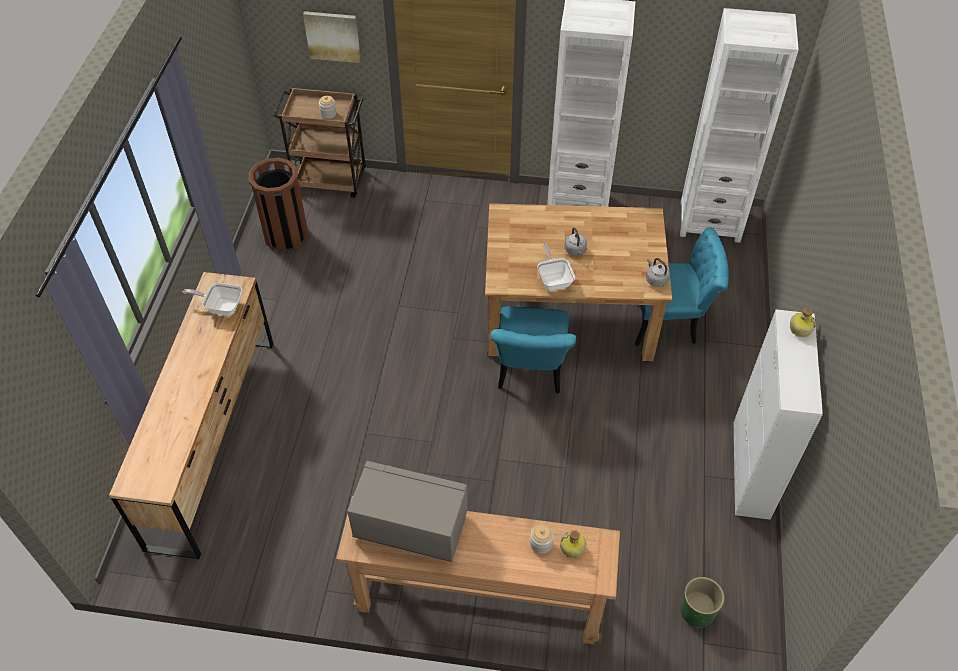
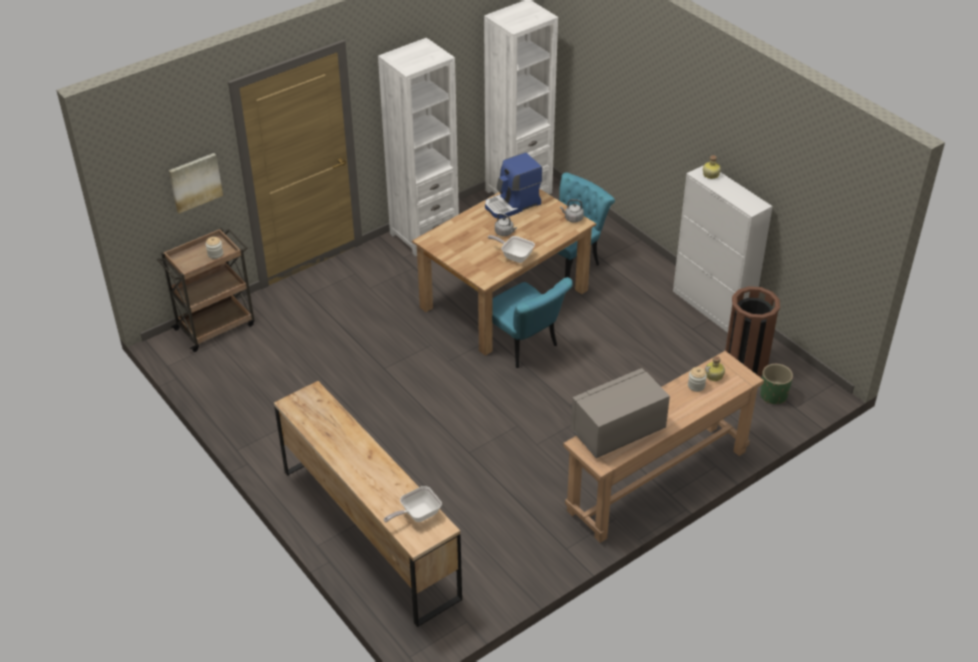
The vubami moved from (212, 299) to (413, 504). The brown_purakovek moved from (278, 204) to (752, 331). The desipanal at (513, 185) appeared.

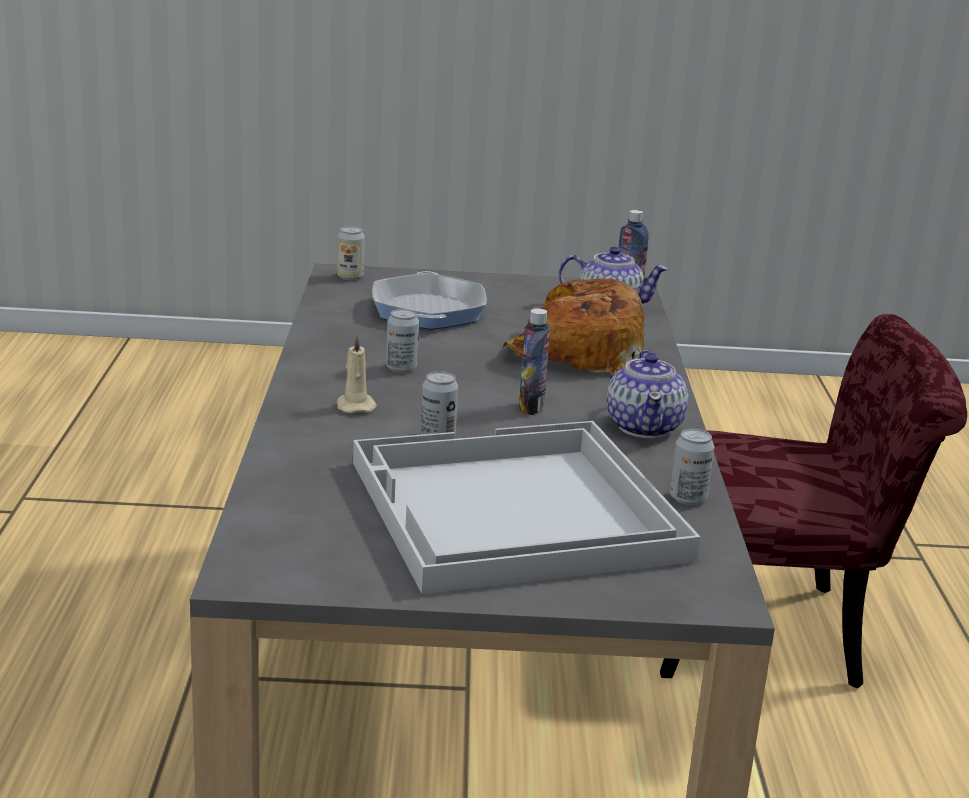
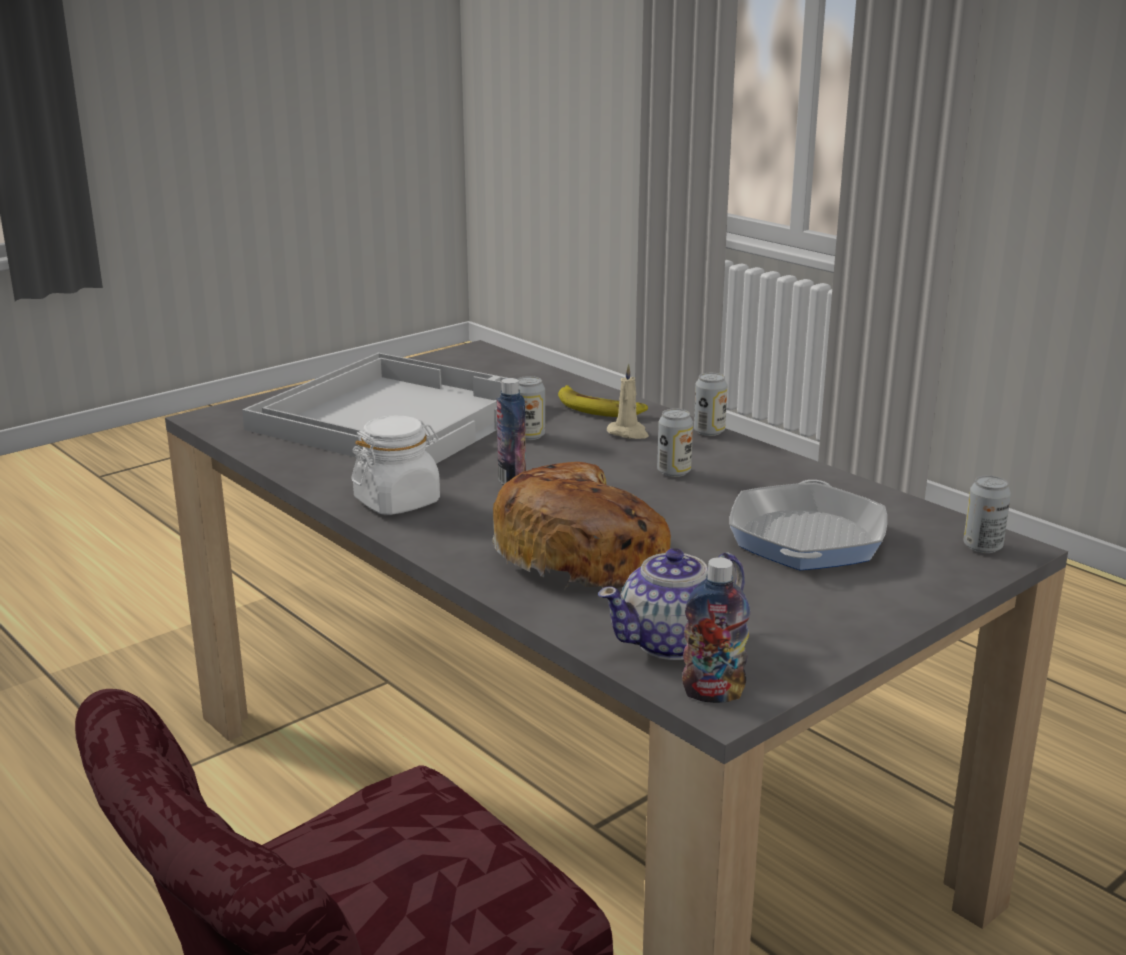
The vubami at (429, 300) turned 60 degrees clockwise. The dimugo at (647, 394) was replaced by the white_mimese at (395, 465). The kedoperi moved from (692, 467) to (710, 404). The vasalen at (603, 401) appeared.

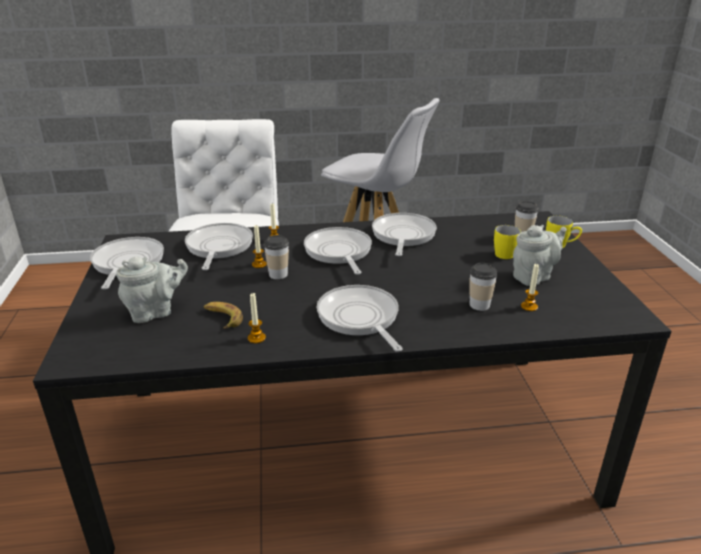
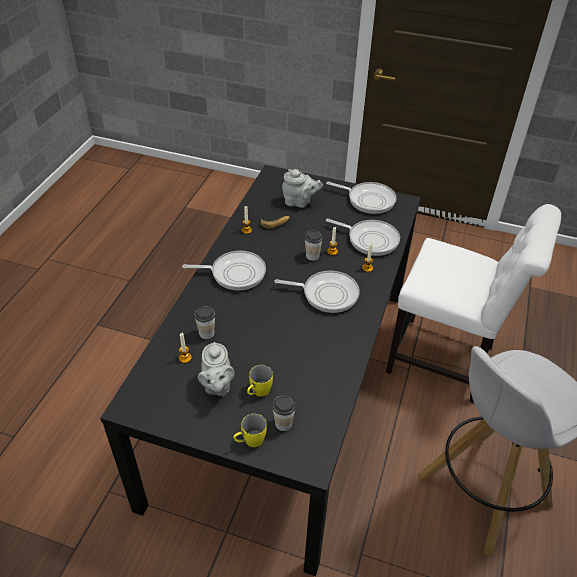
The grey_dimugo at (152, 289) turned 75 degrees counterclockwise. The vubami at (404, 234) disappeared.

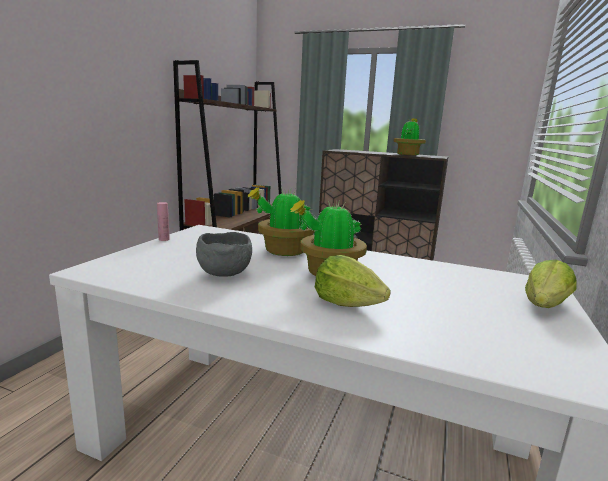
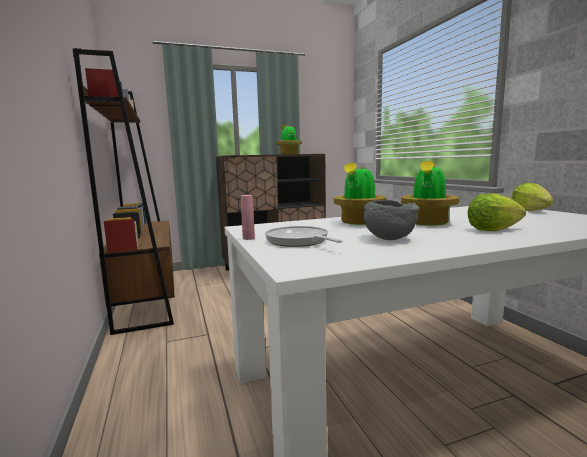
The vubami at (304, 236) appeared.

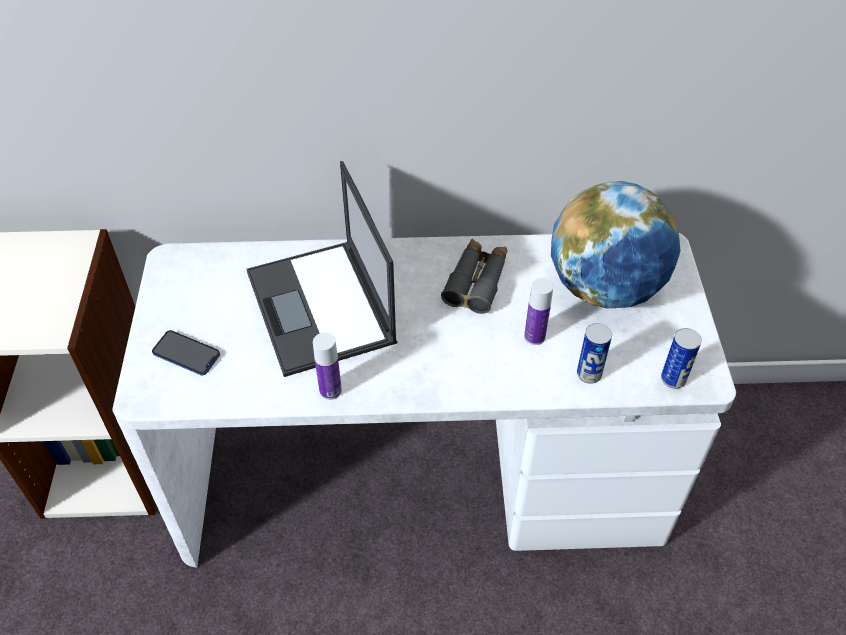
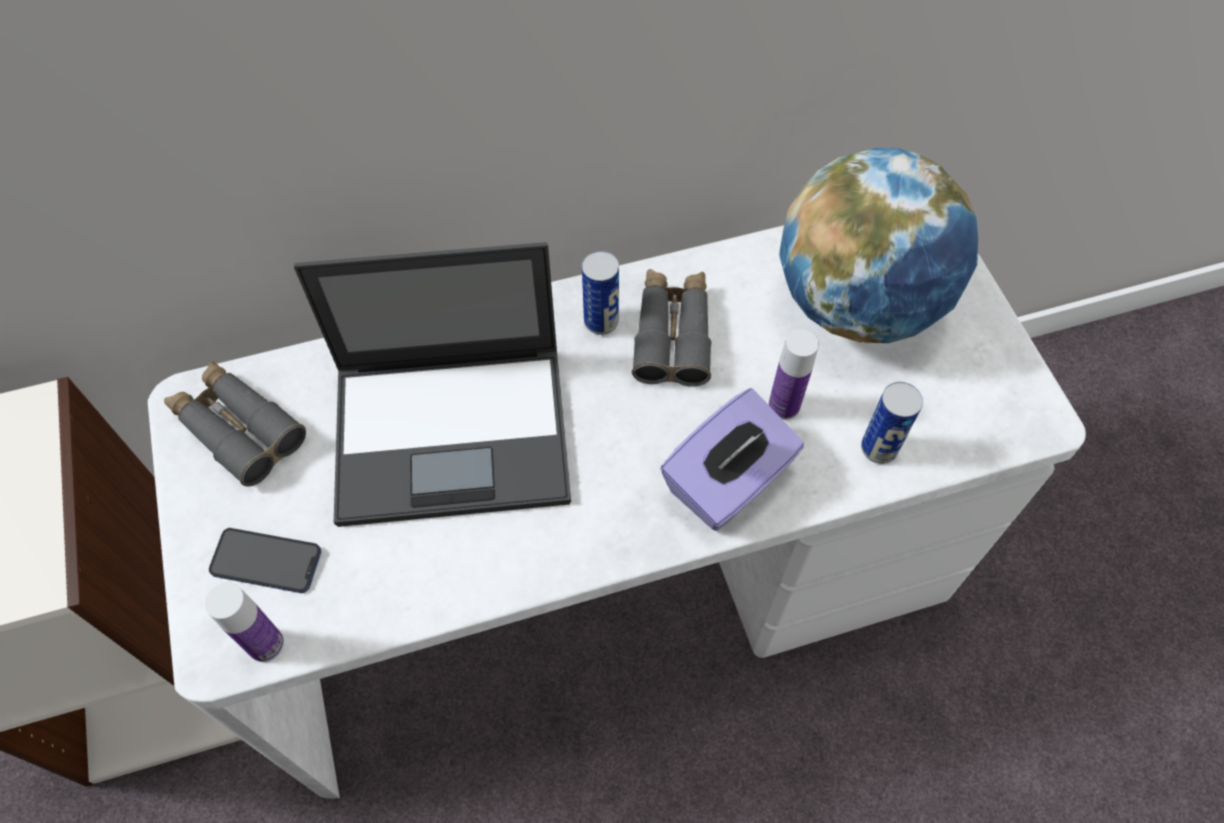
The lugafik at (322, 269) turned 60 degrees counterclockwise. The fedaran moved from (327, 366) to (244, 622). The kedoperi moved from (681, 358) to (600, 293). The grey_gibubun at (235, 424) appeared. The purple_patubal at (732, 459) appeared.

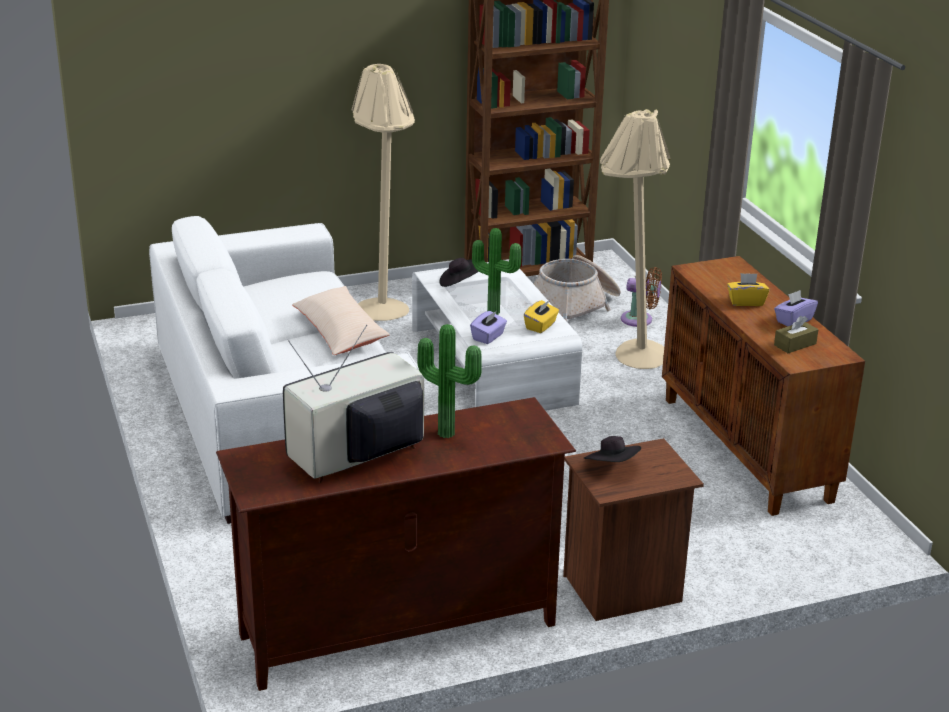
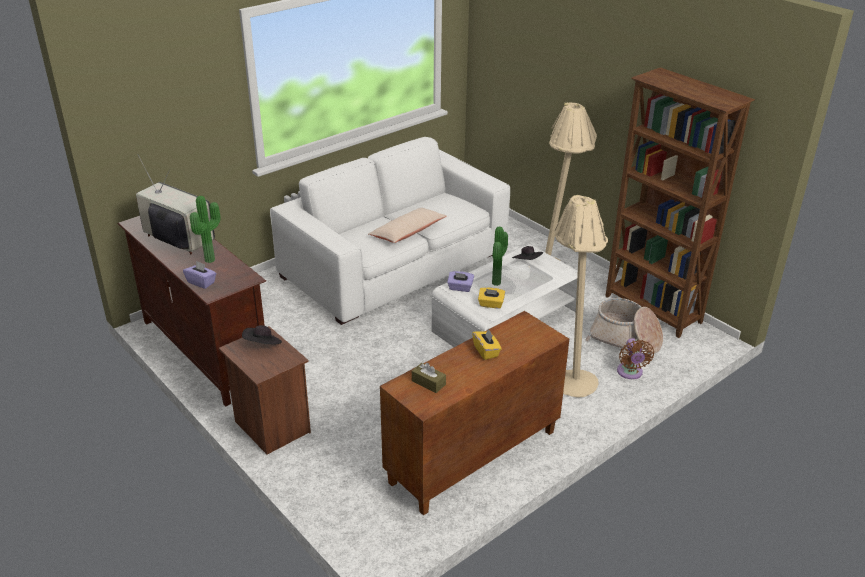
The purple_patubal moved from (796, 308) to (200, 275).

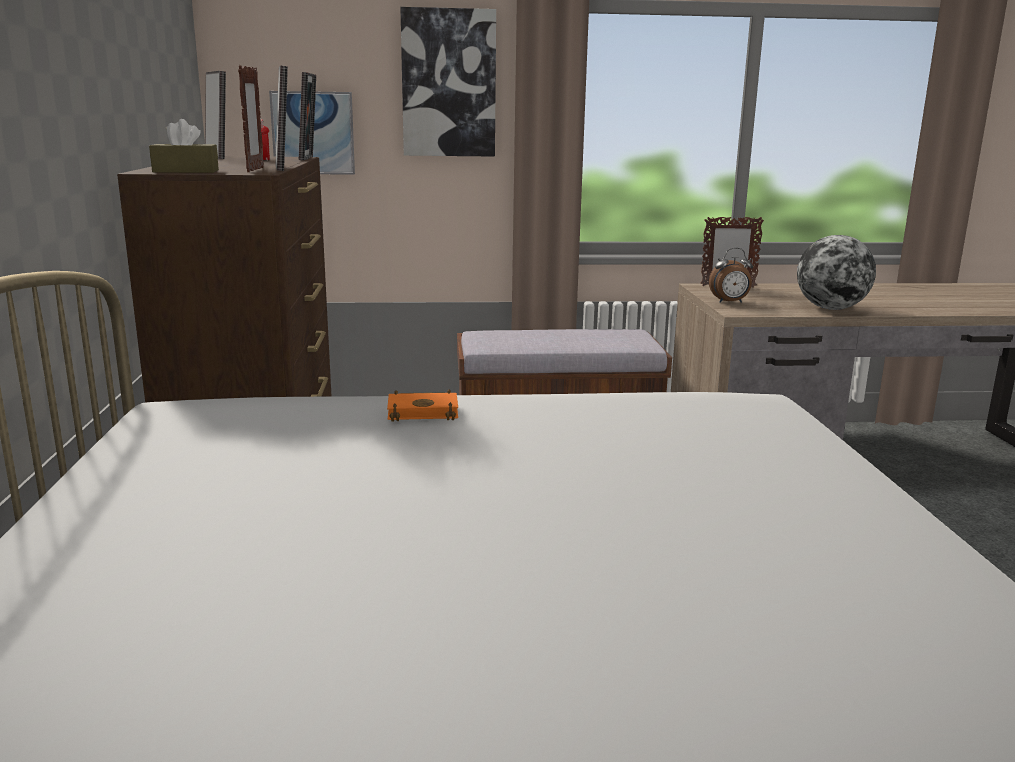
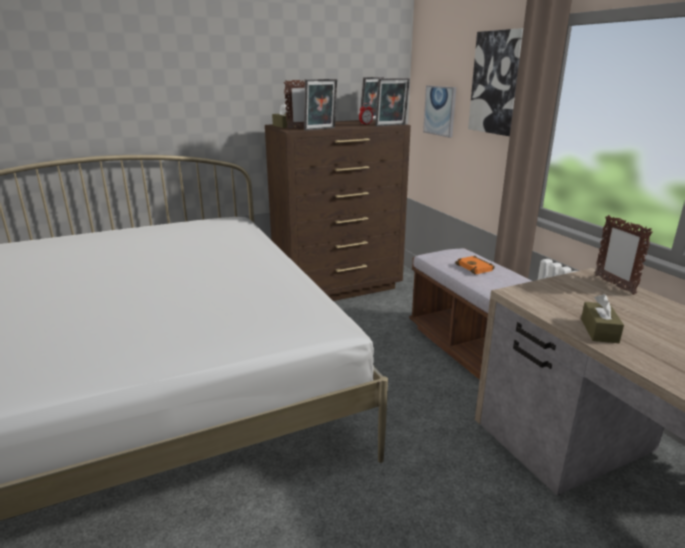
The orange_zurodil moved from (422, 405) to (475, 264). The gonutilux at (731, 275) disappeared. The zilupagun at (836, 272) was replaced by the brown_patubal at (602, 318).

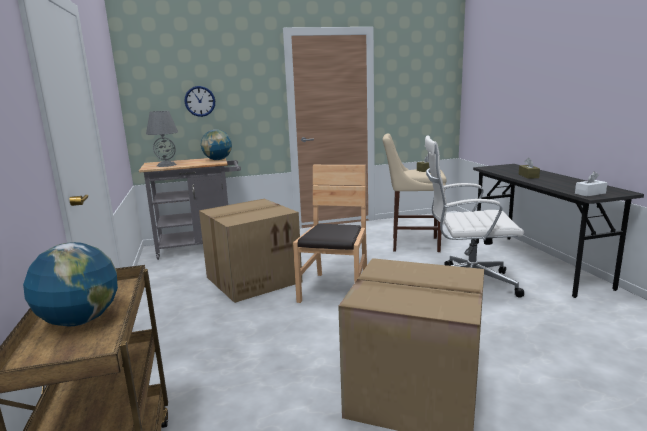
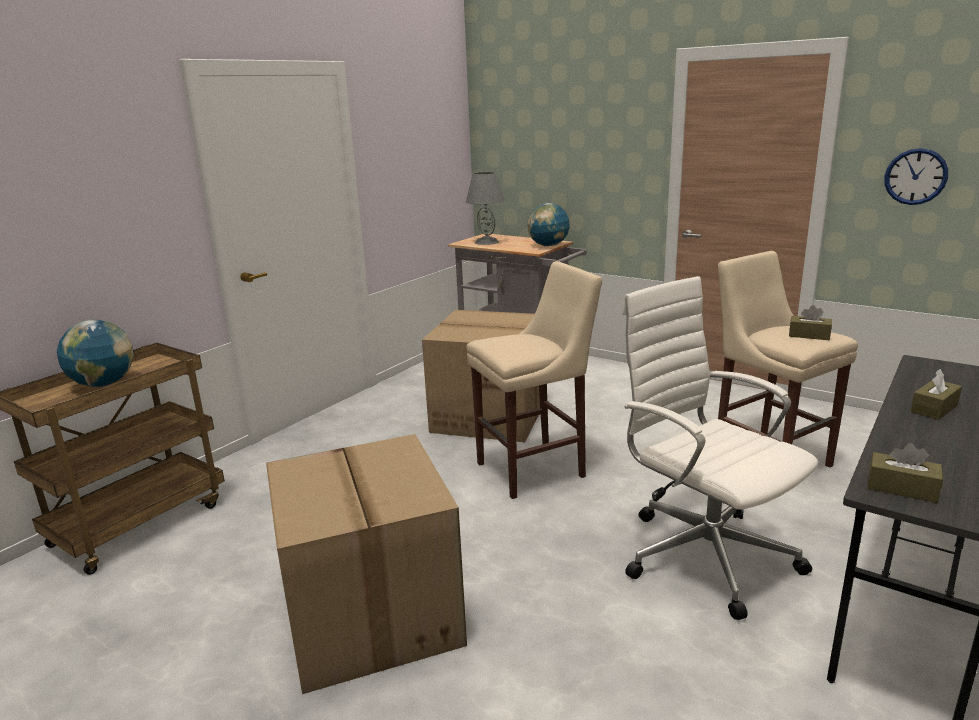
The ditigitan moved from (200, 101) to (916, 176). The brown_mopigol at (330, 234) was replaced by the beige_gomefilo at (534, 380). The white_patubal at (591, 184) became the brown_patubal at (905, 473).

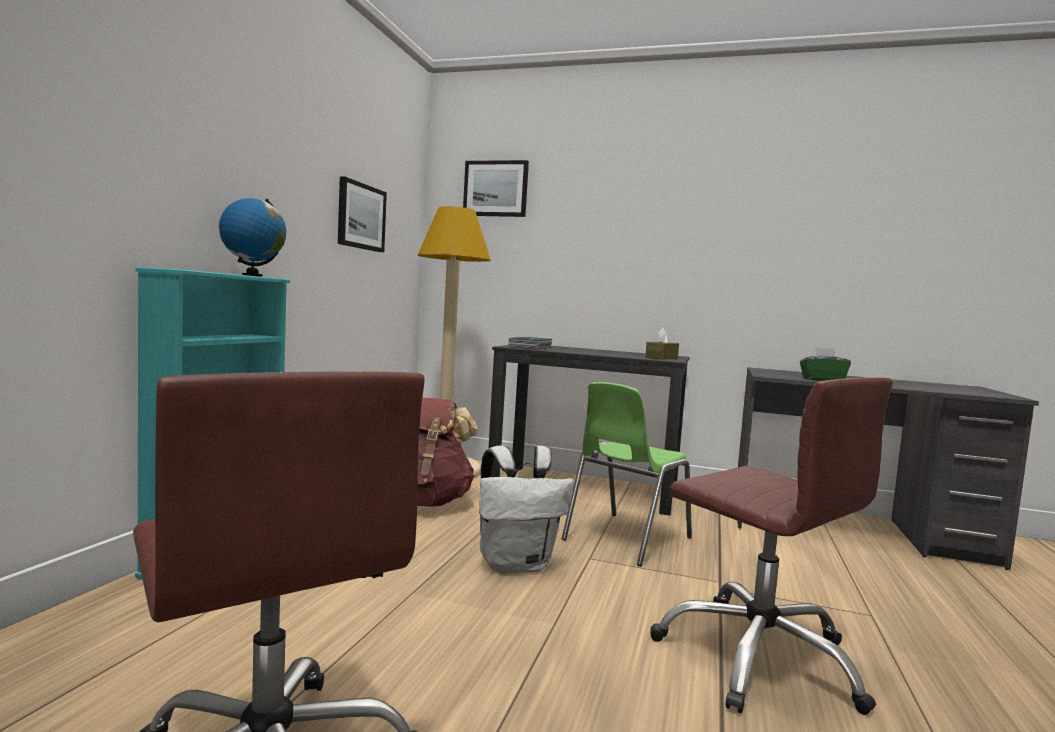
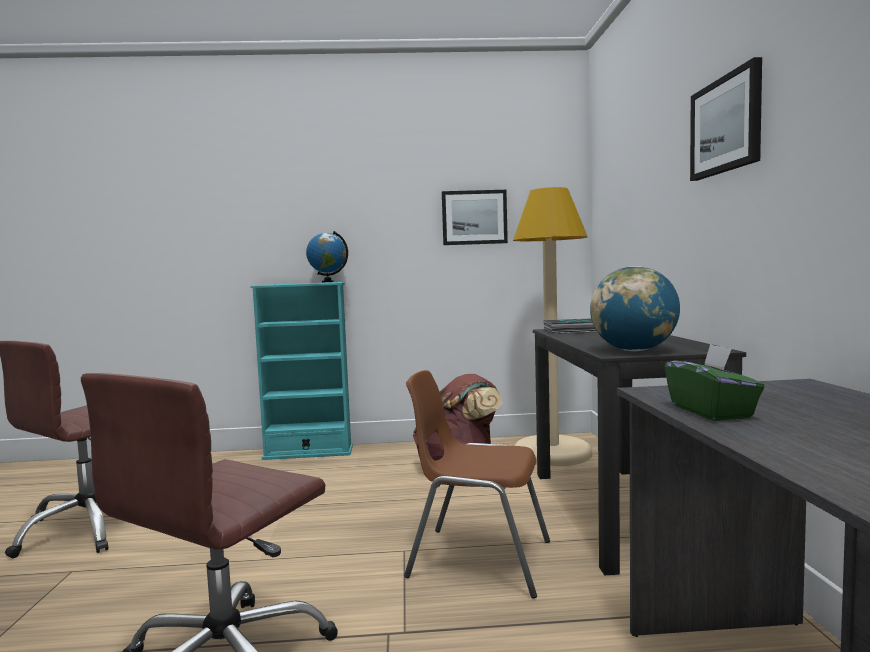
The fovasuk moved from (496, 188) to (726, 119). The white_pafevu at (526, 509) disappeared. The green_mopigol at (627, 474) became the brown_mopigol at (477, 484). The brown_patubal at (662, 343) was replaced by the zilupagun at (635, 308).

